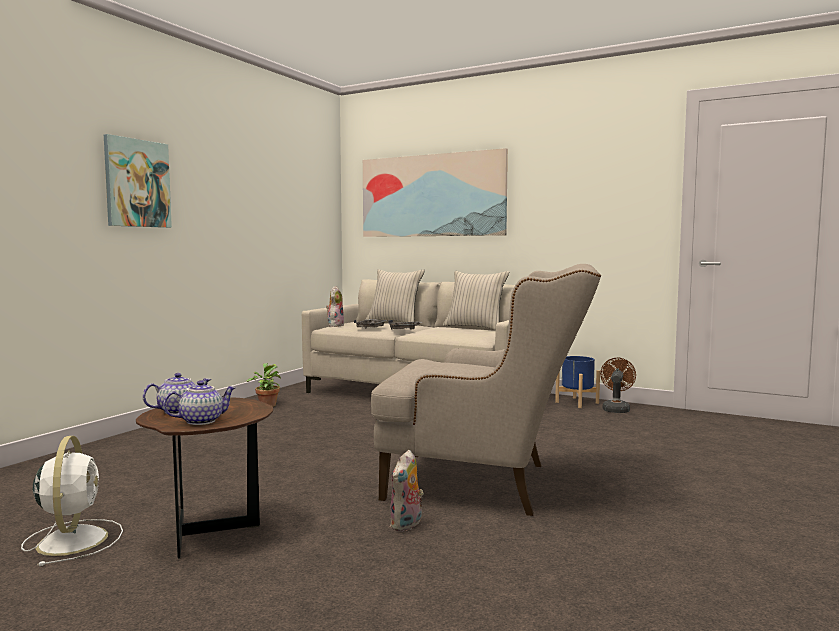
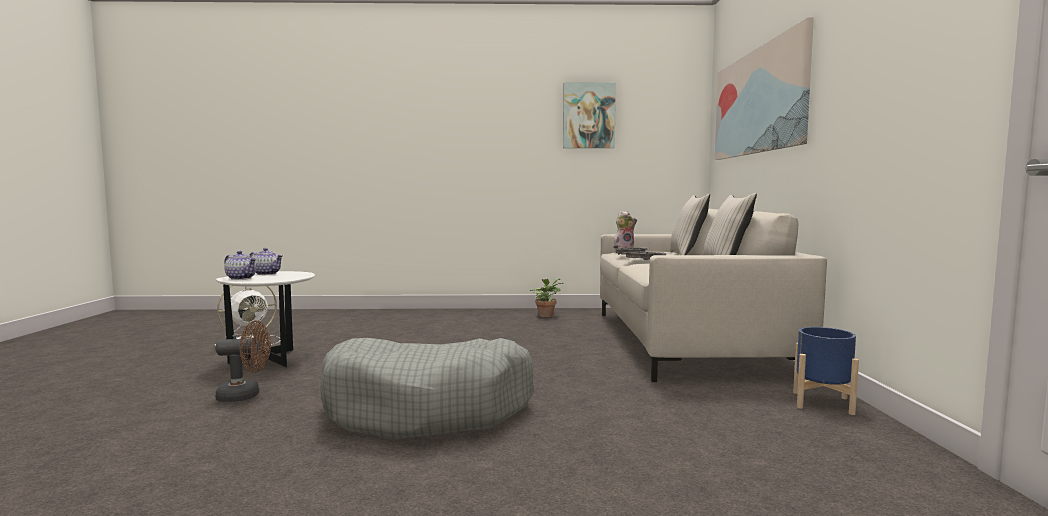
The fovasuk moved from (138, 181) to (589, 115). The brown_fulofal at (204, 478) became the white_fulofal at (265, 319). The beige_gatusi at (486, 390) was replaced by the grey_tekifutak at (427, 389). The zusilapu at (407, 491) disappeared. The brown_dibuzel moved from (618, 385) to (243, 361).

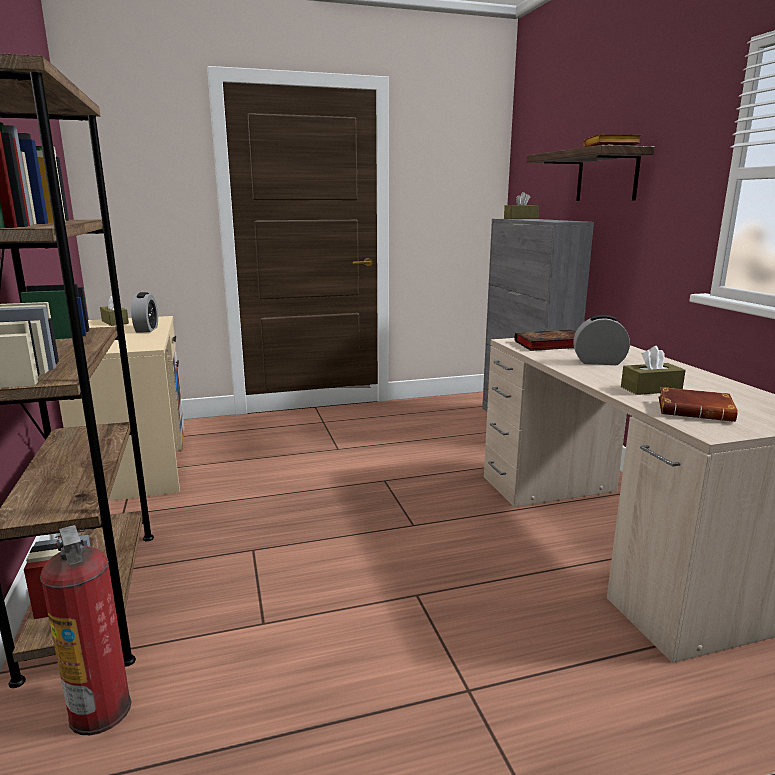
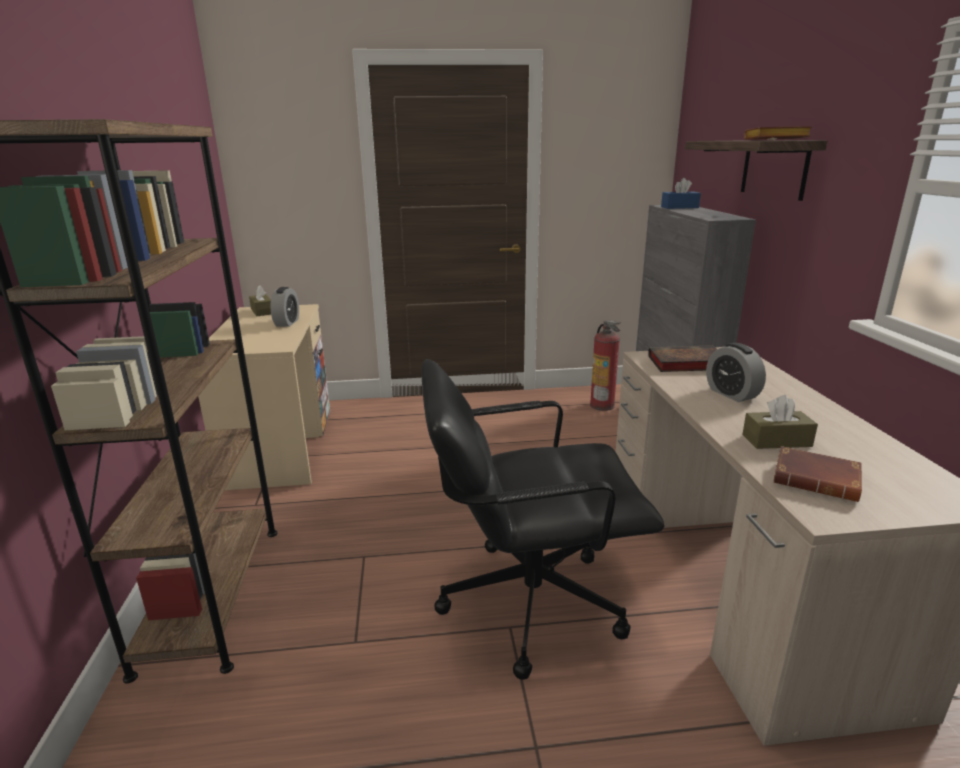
The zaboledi moved from (85, 630) to (605, 365). The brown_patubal at (521, 205) became the blue_patubal at (681, 193). The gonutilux at (601, 340) turned 135 degrees counterclockwise. The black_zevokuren at (542, 519) appeared.

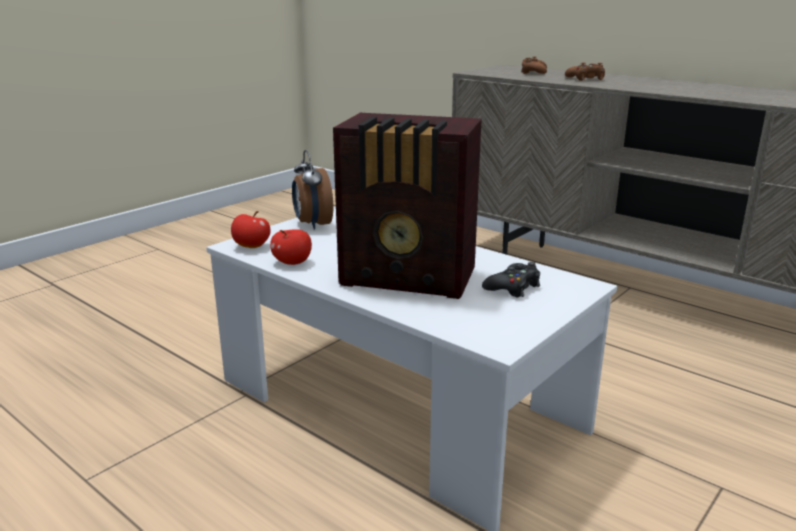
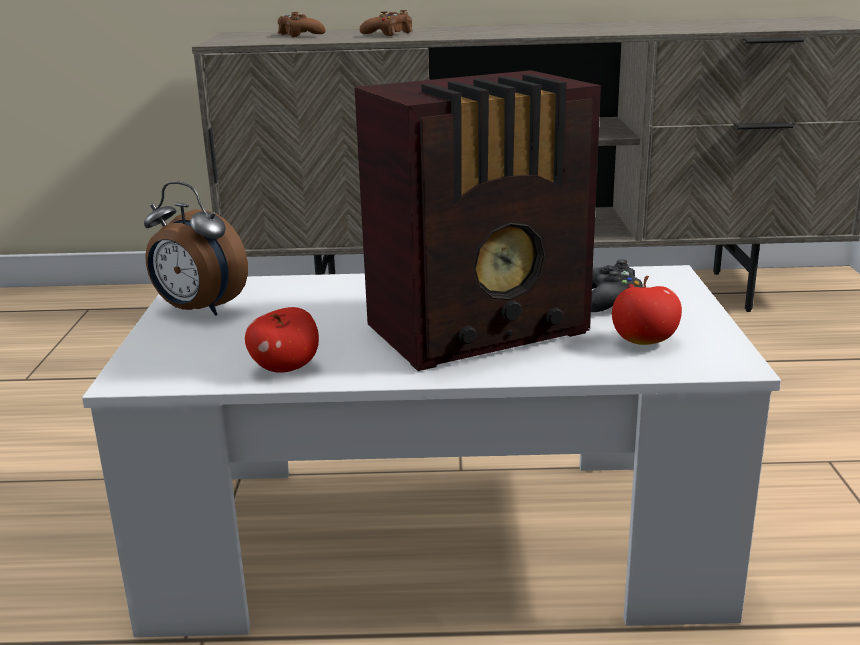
The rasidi moved from (251, 229) to (647, 310).

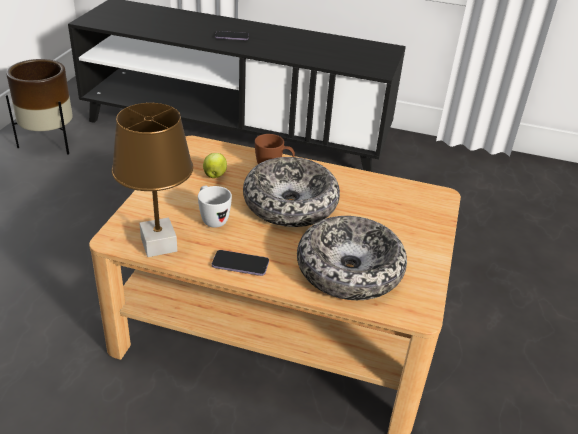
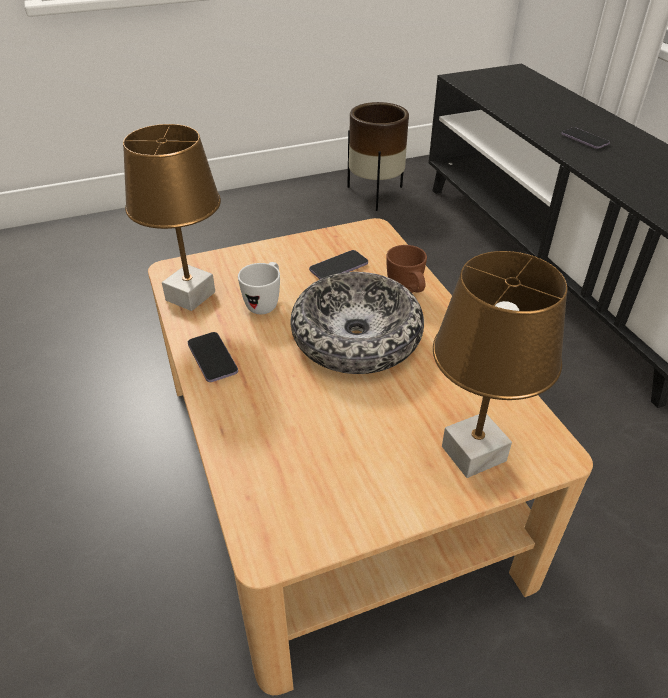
The rasidi at (215, 165) was replaced by the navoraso at (338, 264). The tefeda at (352, 258) disappeared. The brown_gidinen at (500, 364) appeared.

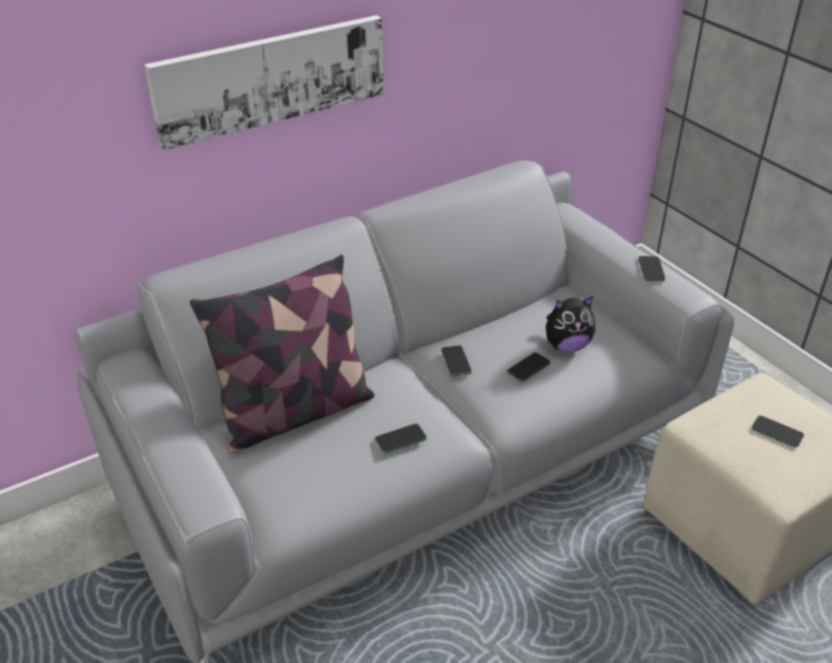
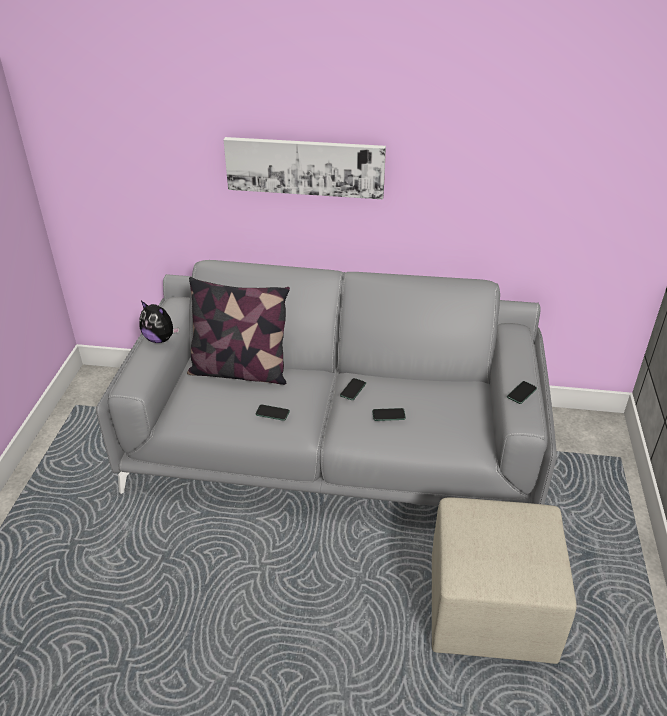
The zusilapu moved from (570, 324) to (159, 322). The navoraso at (778, 432) disappeared.

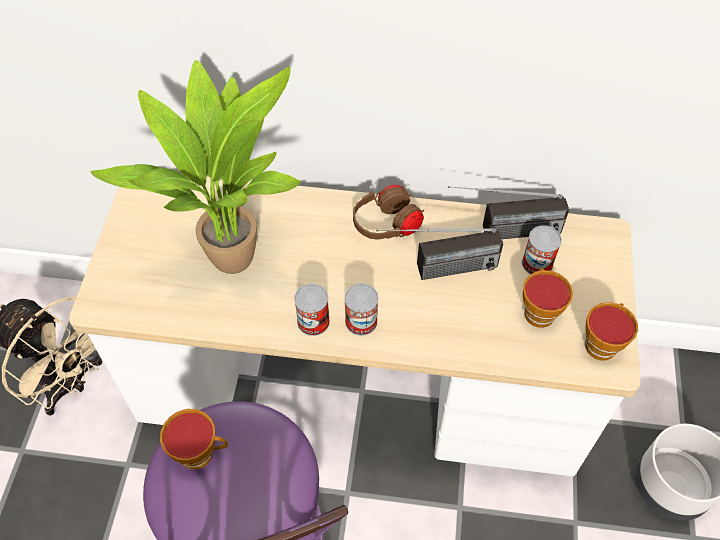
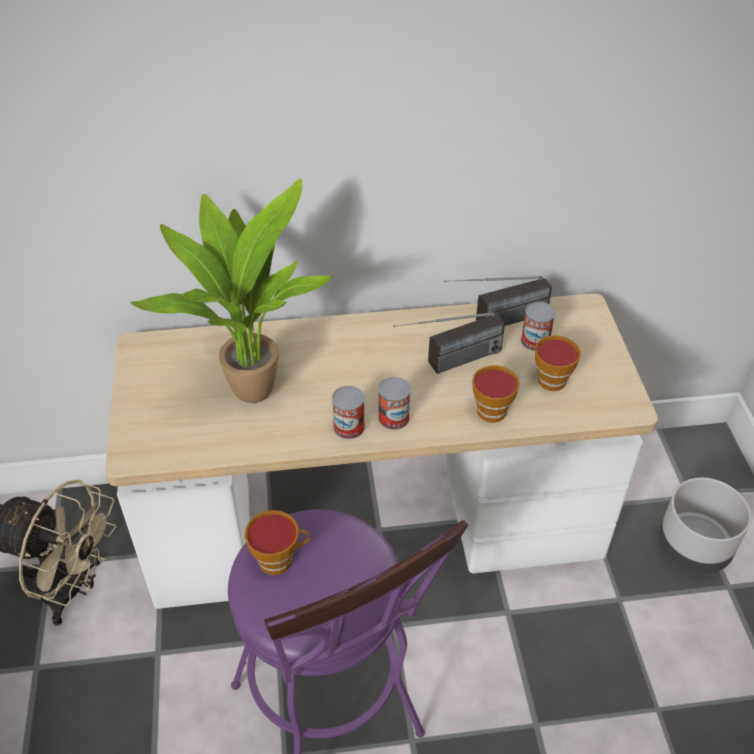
The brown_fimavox at (388, 212) disappeared. The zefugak moved from (611, 331) to (496, 394).

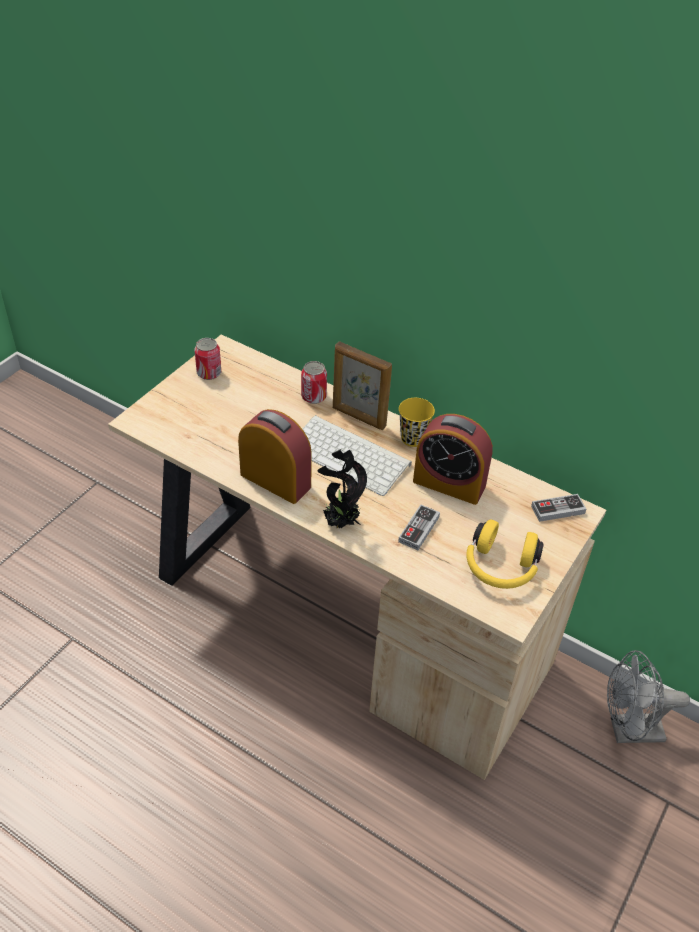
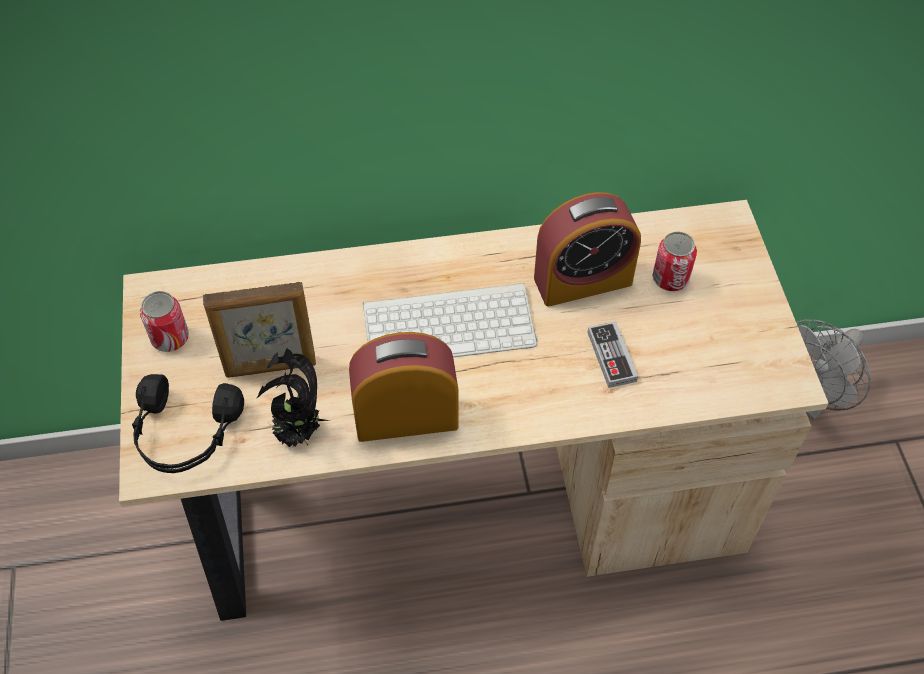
The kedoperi moved from (314, 382) to (674, 261). The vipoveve moved from (342, 488) to (293, 397). The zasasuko moved from (362, 386) to (259, 330). The yellow_zefugak at (417, 422) disappeared. The yellow_fimavox at (504, 554) disappeared. The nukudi at (558, 508) disappeared. The black_fimavox at (188, 423) appeared.

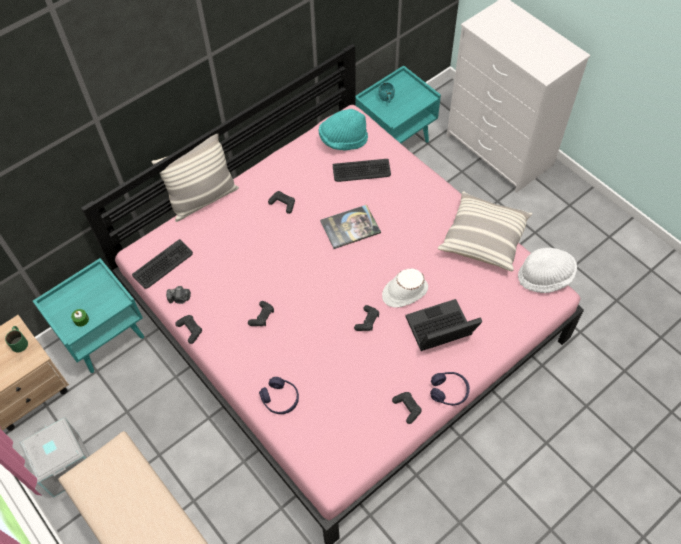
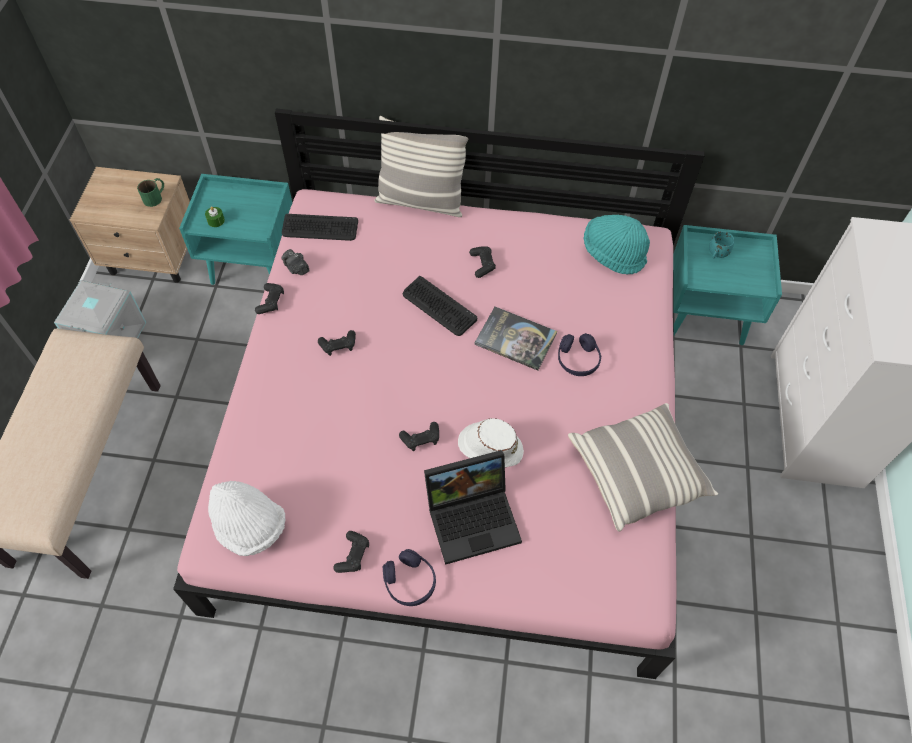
The purple_fimavox moved from (279, 395) to (579, 354). The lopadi moved from (362, 170) to (440, 306). The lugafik at (443, 325) turned 135 degrees clockwise. The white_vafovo moved from (547, 270) to (246, 518).

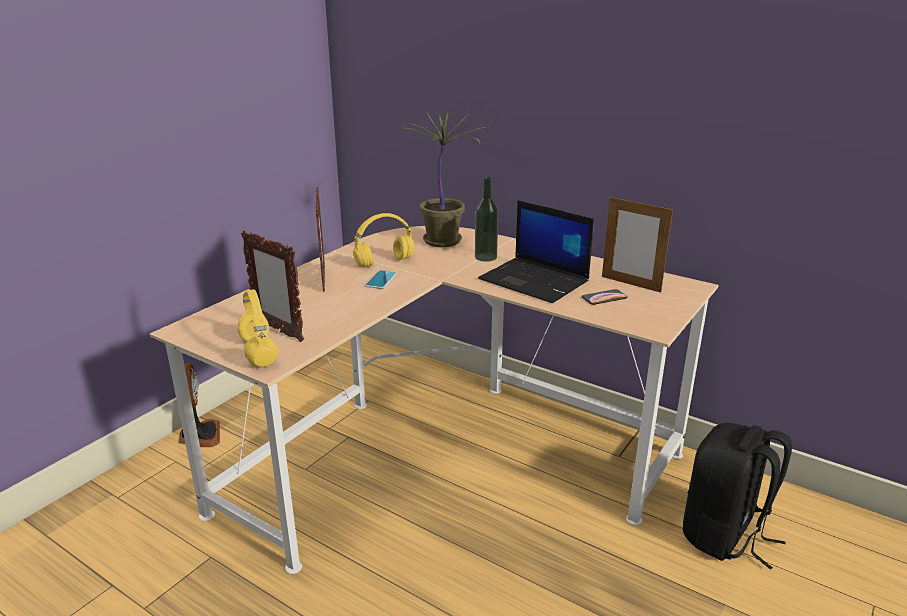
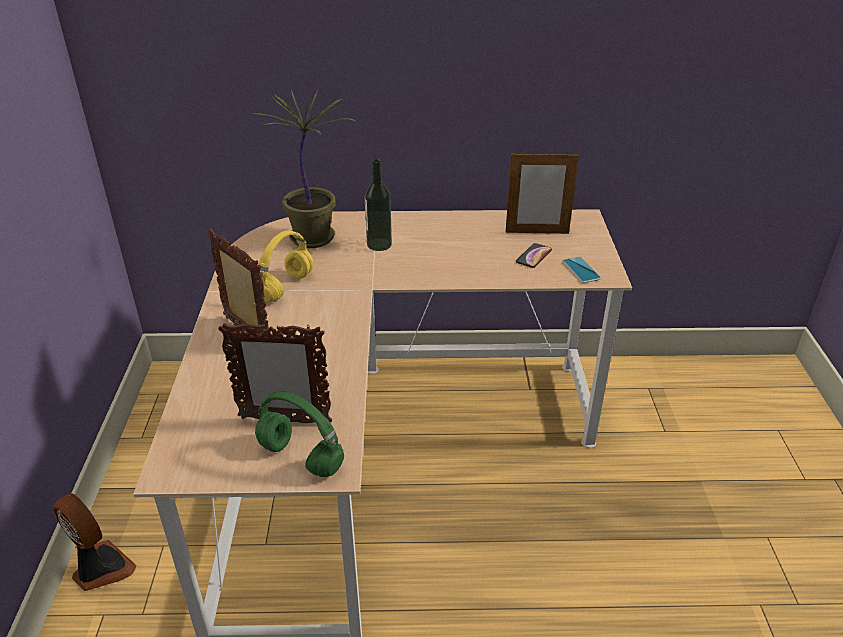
The yellow_fimavox at (258, 328) became the green_fimavox at (299, 434). The navoraso moved from (381, 279) to (581, 270). The lugafik at (536, 252) disappeared. The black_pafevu at (737, 496) disappeared.

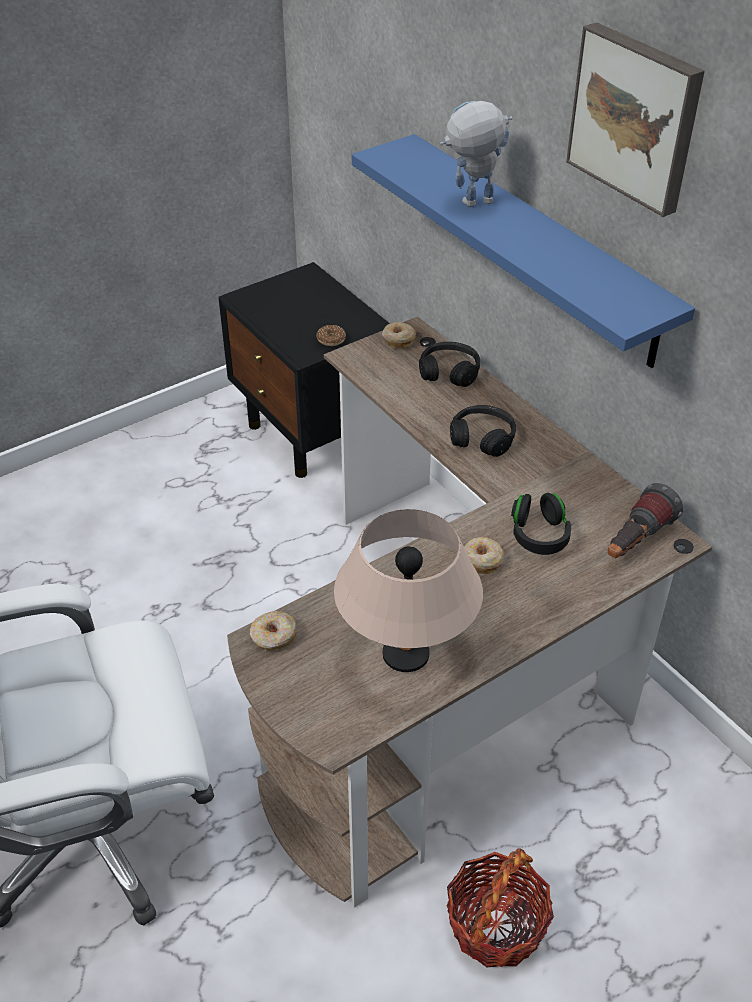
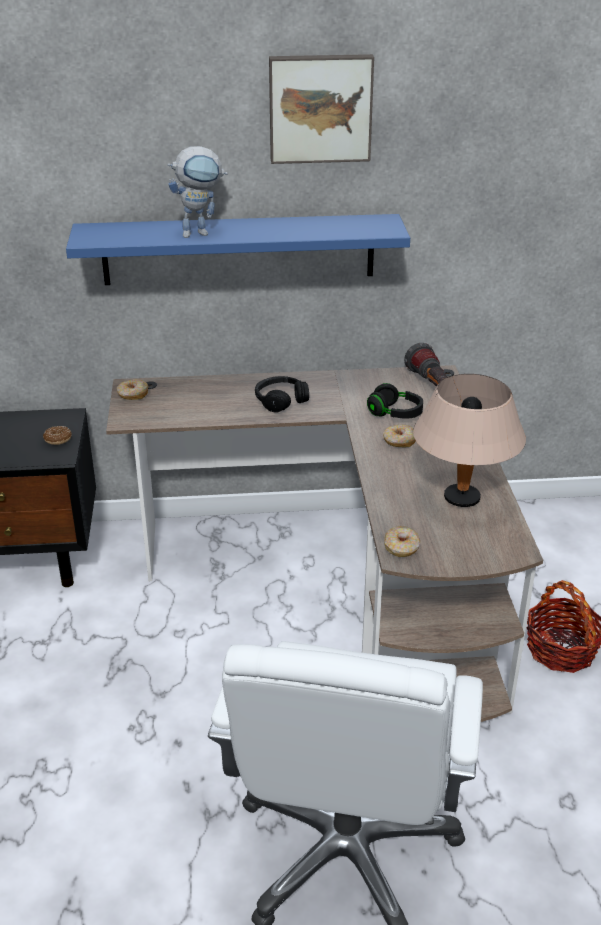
The black_fimavox at (449, 364) disappeared. The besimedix at (476, 154) turned 120 degrees counterclockwise.

